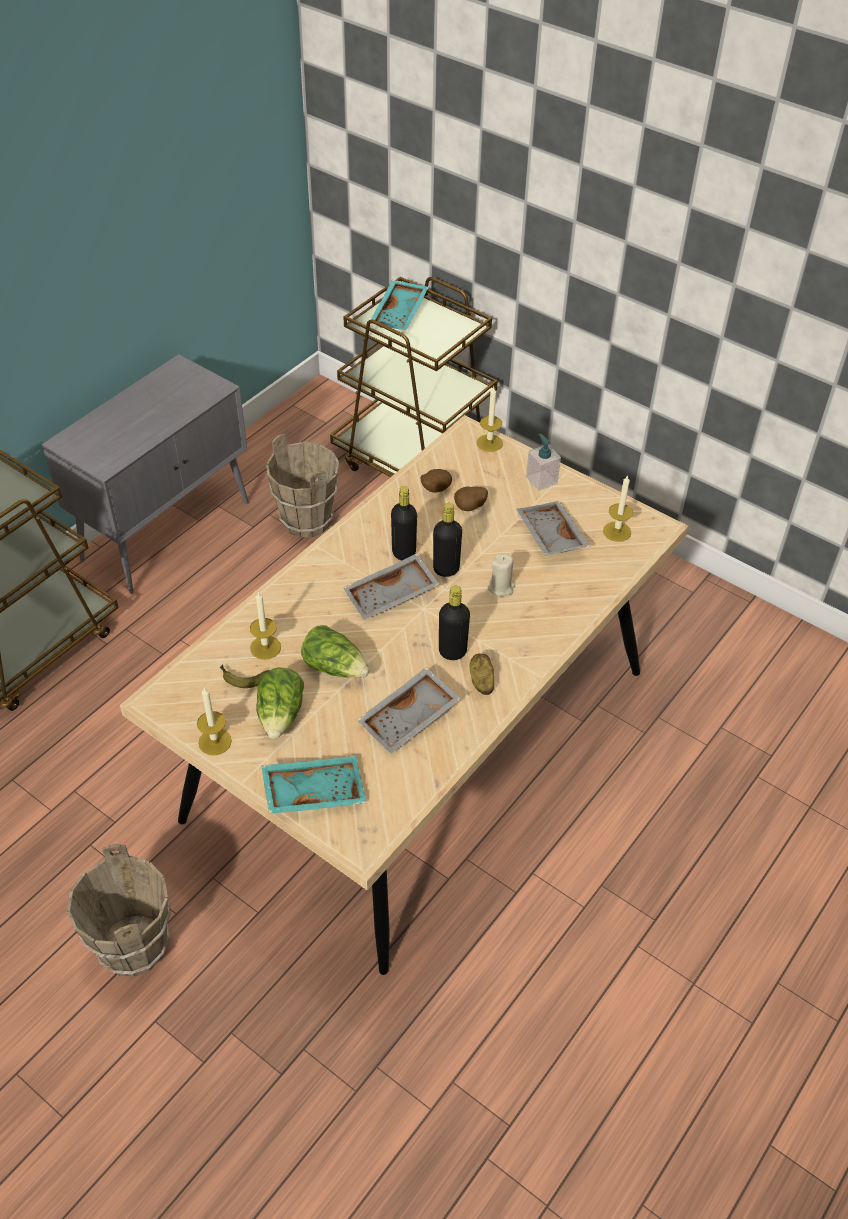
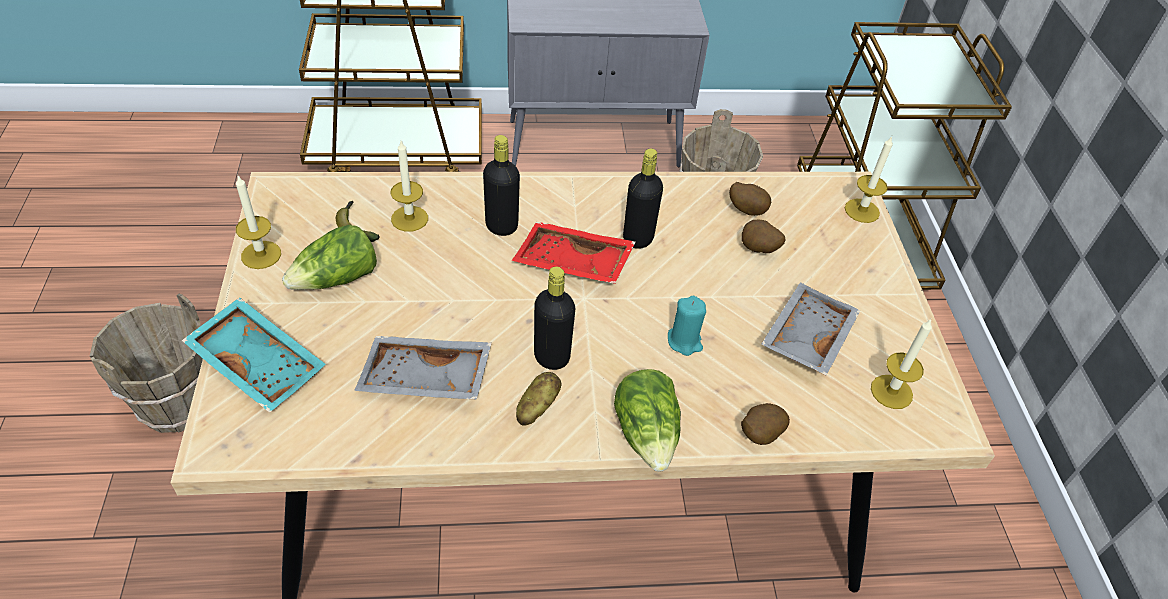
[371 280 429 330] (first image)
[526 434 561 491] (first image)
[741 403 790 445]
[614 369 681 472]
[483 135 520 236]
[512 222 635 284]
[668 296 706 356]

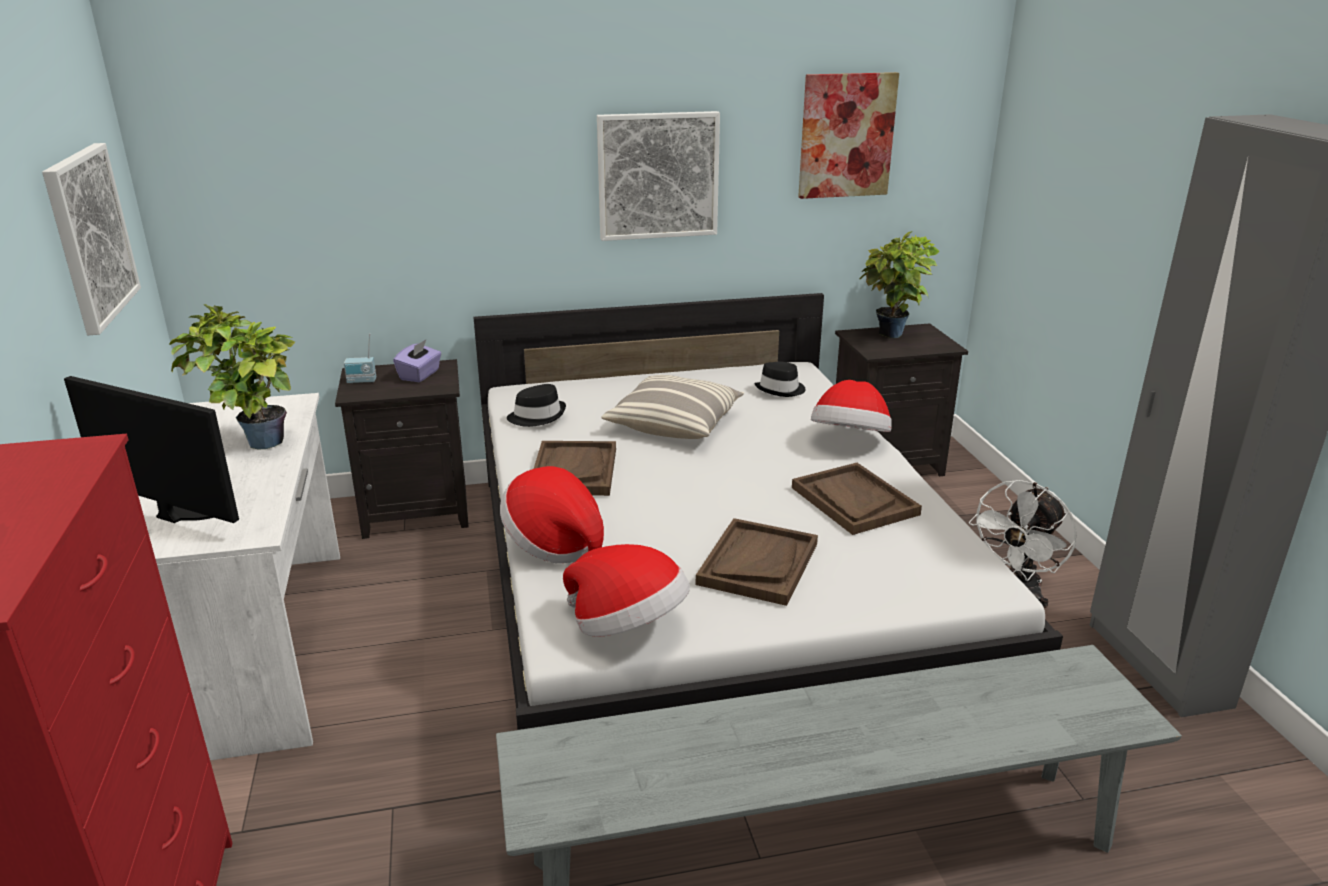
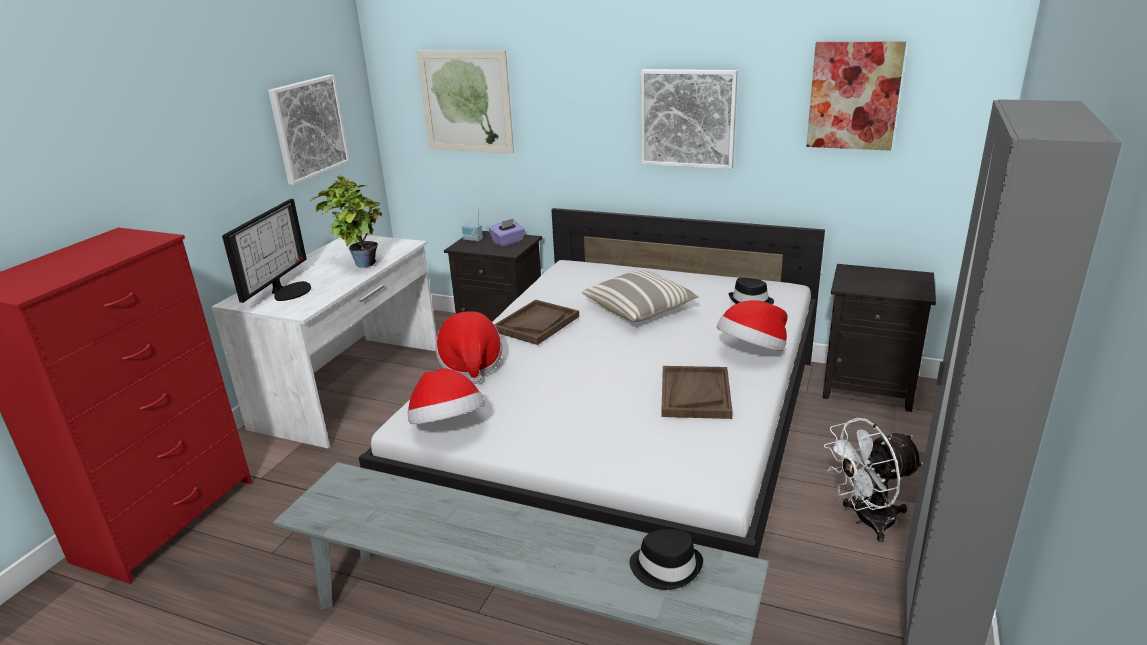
[696 518 818 606] (first image)
[859 231 939 338] (first image)
[417 51 514 154]
[630 529 703 590]
[222 199 311 303]

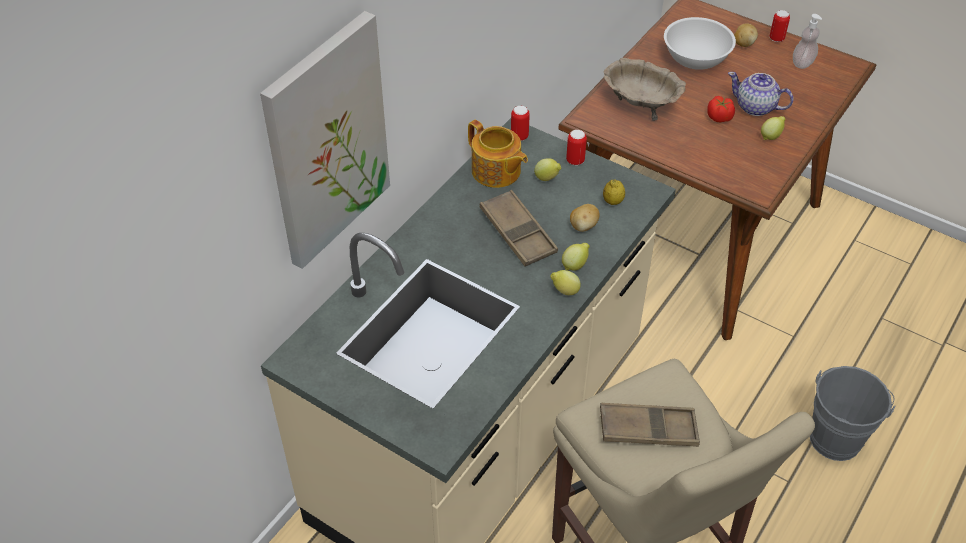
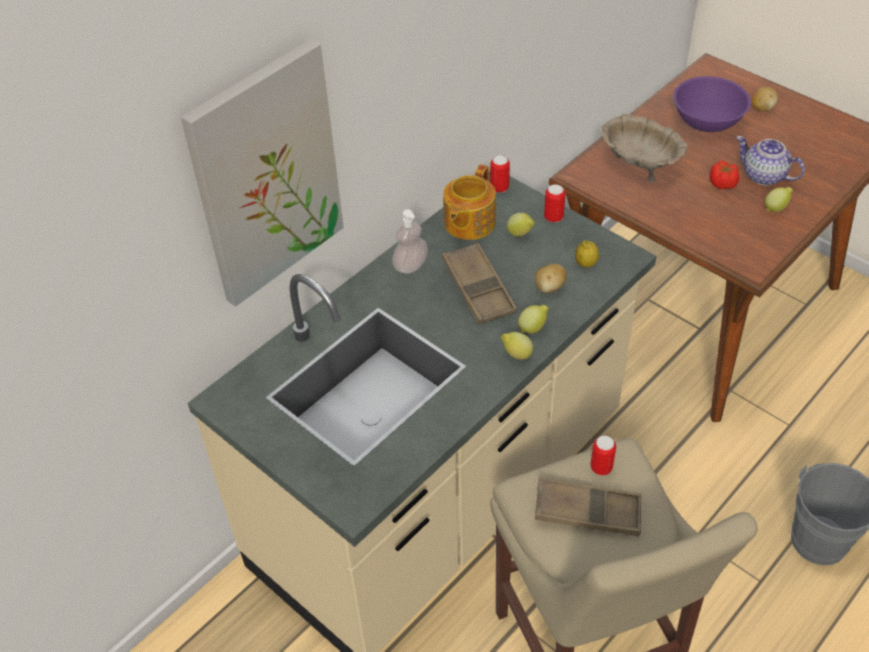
[590 435 616 476]
[392 209 428 274]
[673 76 751 132]
[443 164 496 240]

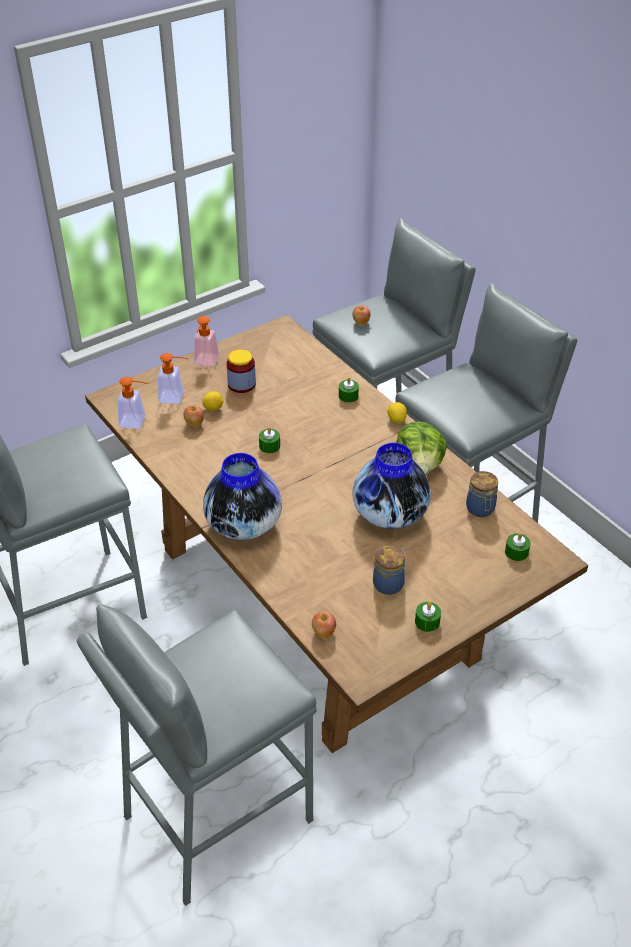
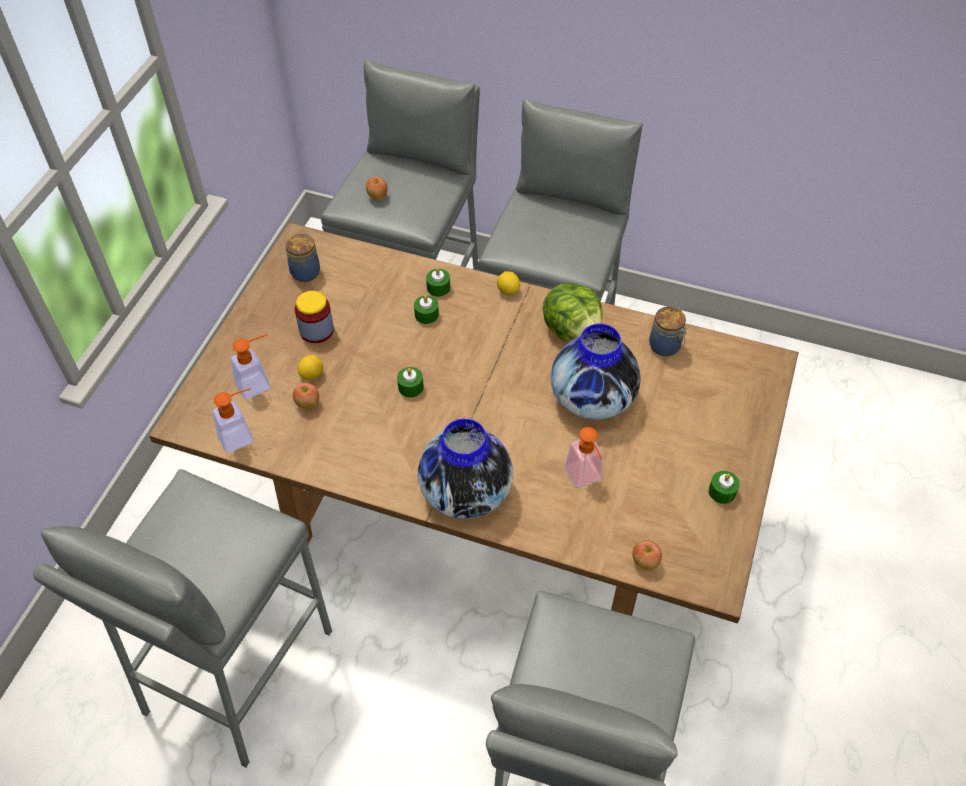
[565 427 602 487]
[285 233 320 282]
[414 295 439 324]

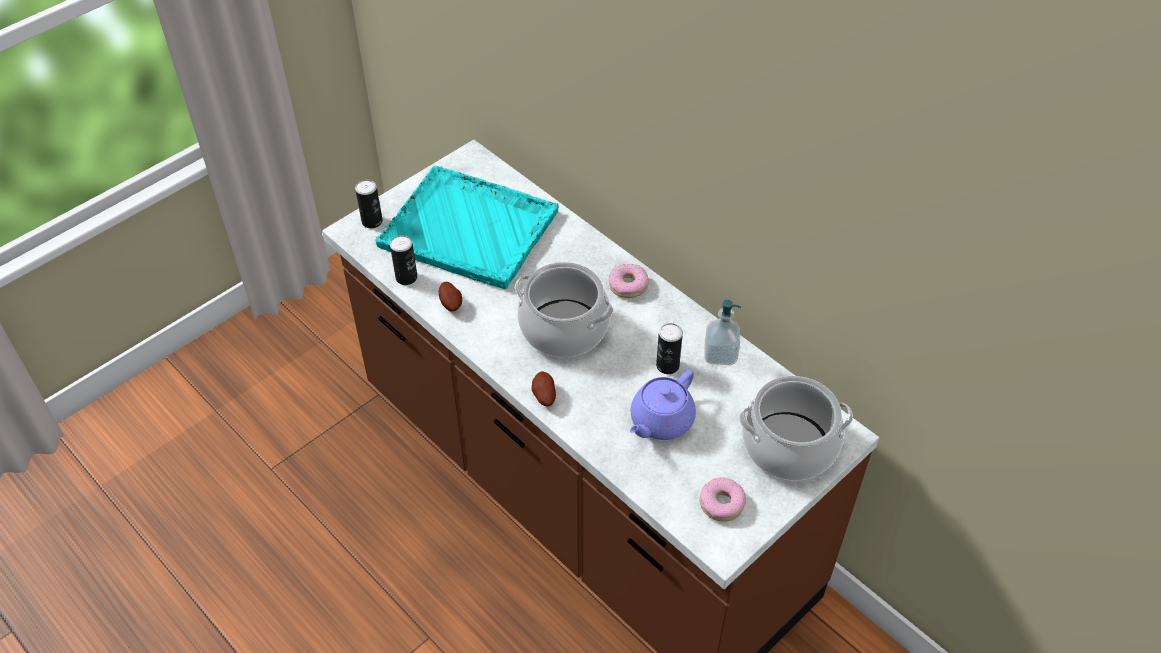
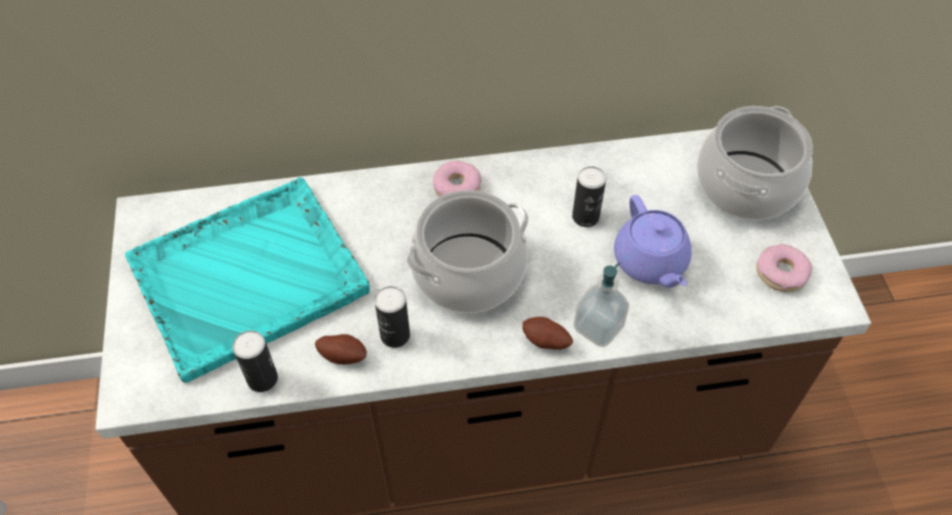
[374 286 410 348]
[573 262 629 347]

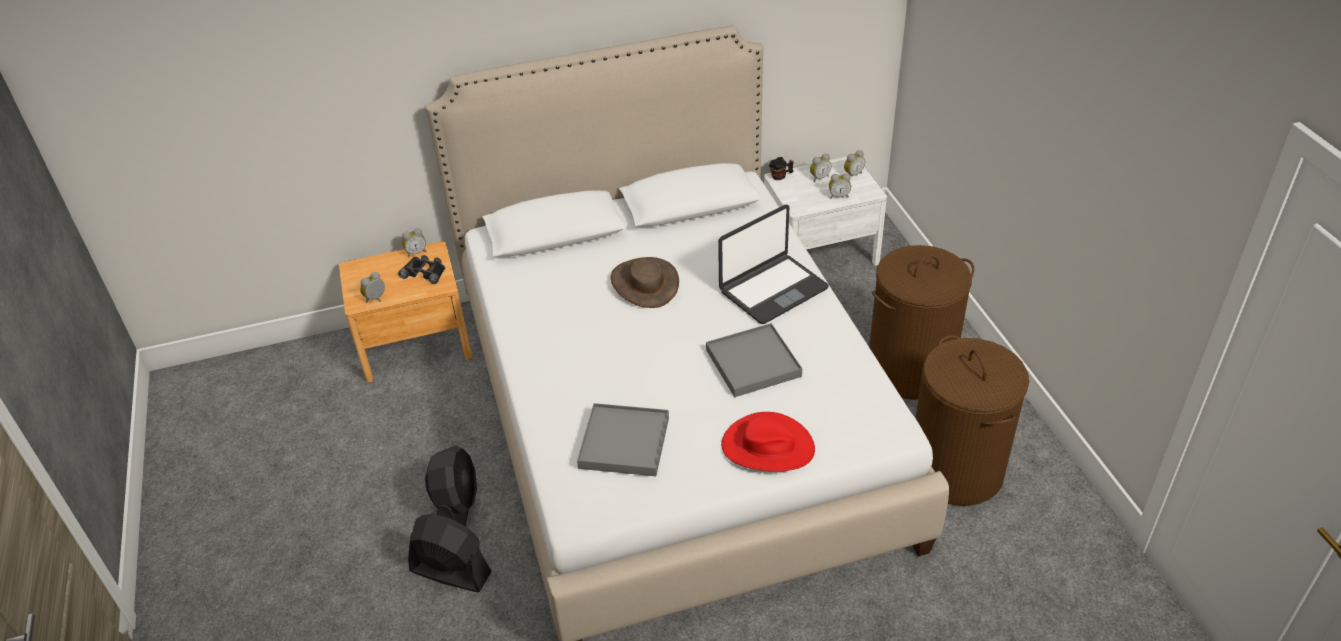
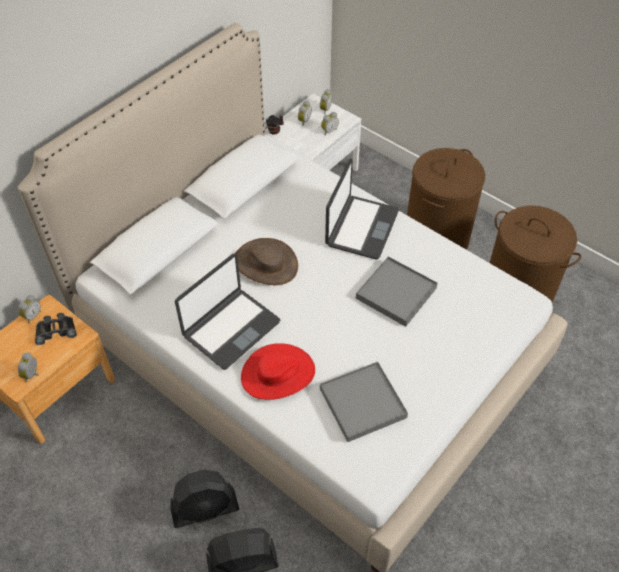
[175 253 280 370]
[241 343 315 400]
[170 470 239 528]

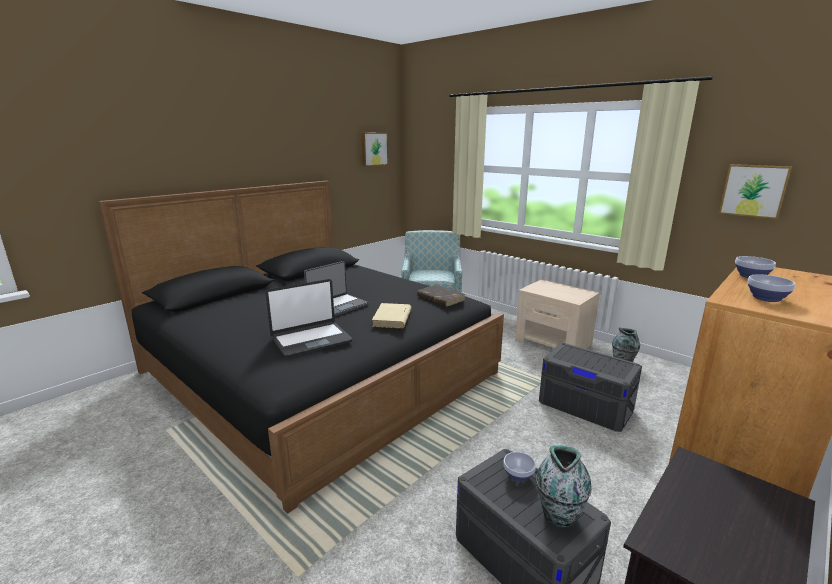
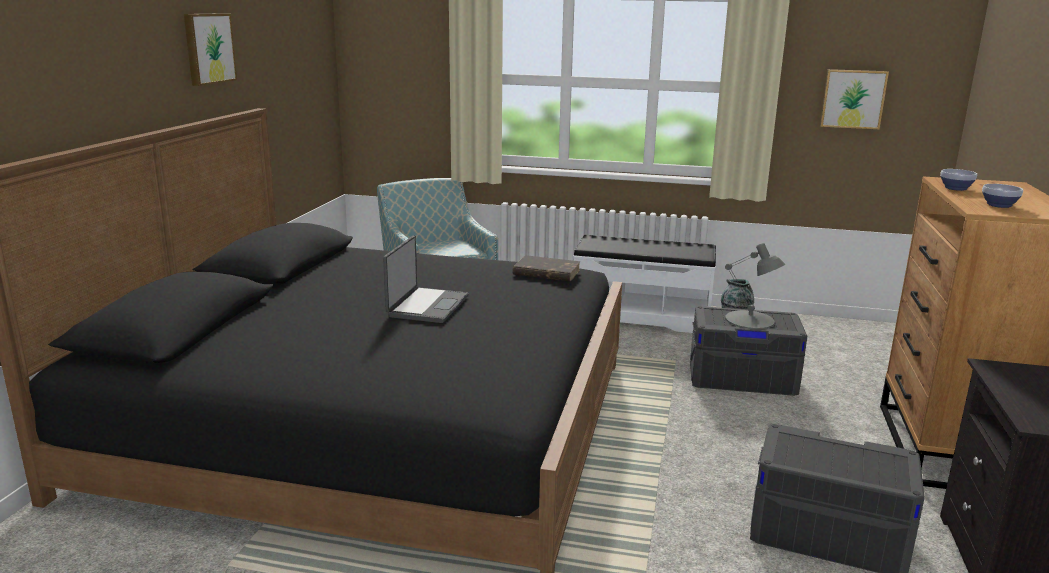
[266 279 352 357] (first image)
[372 303 411 328] (first image)
[503 452 536 482] (first image)
[536 445 592 528] (first image)
[725 243 786 329]
[184 13 237 86]
[573 235 716 333]

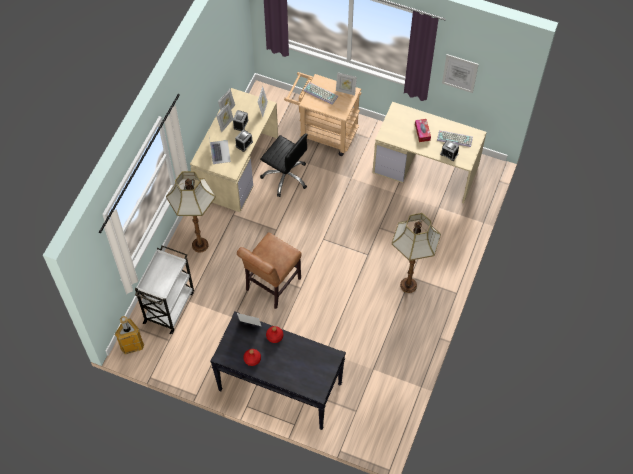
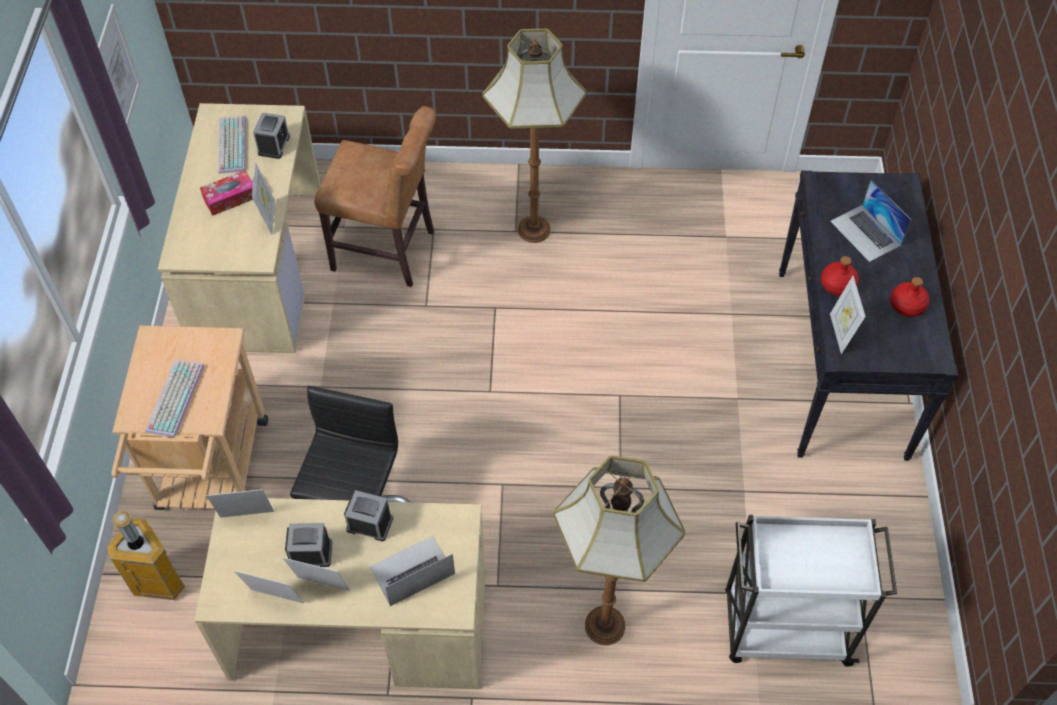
[830 179 911 262]
[107 510 185 600]
[314 106 436 287]
[252 162 275 235]

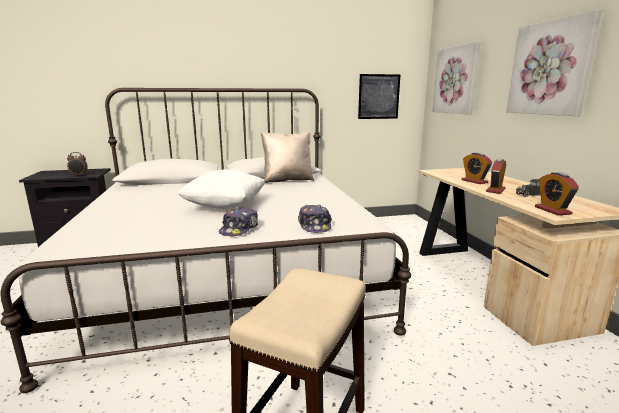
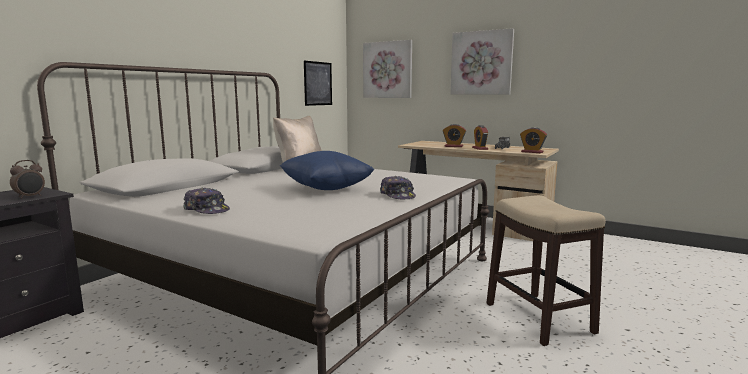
[184 188 230 214]
[280 151 374 190]

